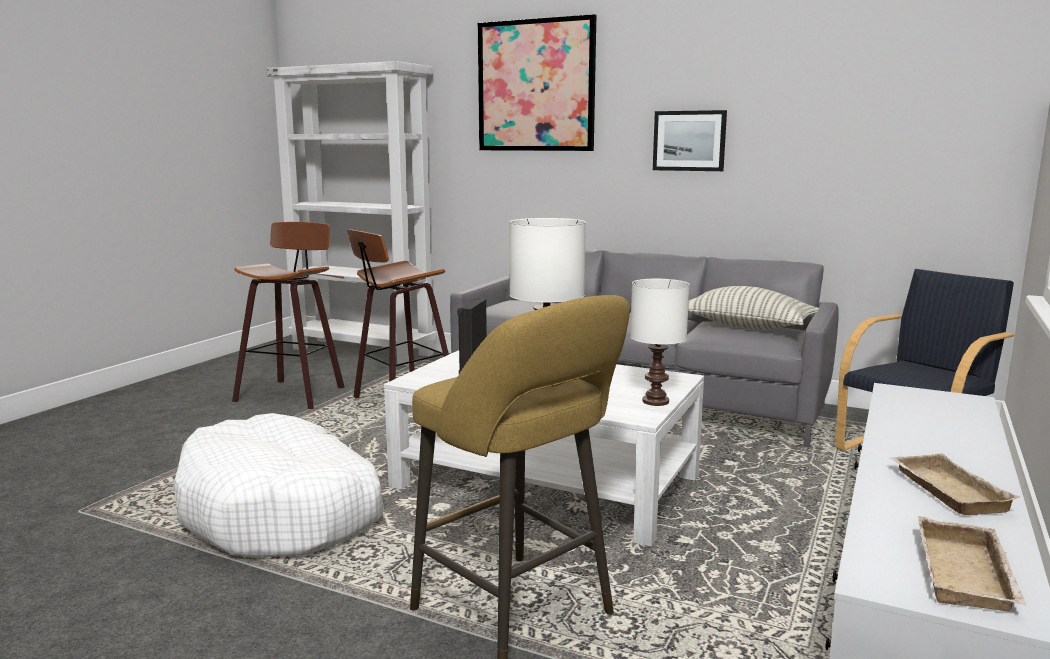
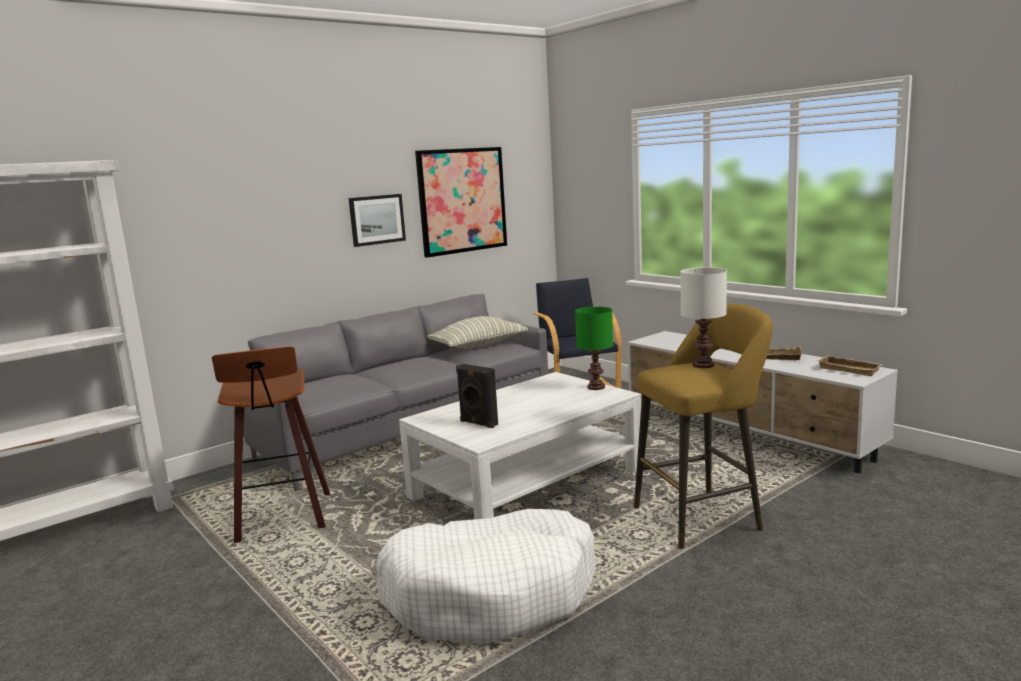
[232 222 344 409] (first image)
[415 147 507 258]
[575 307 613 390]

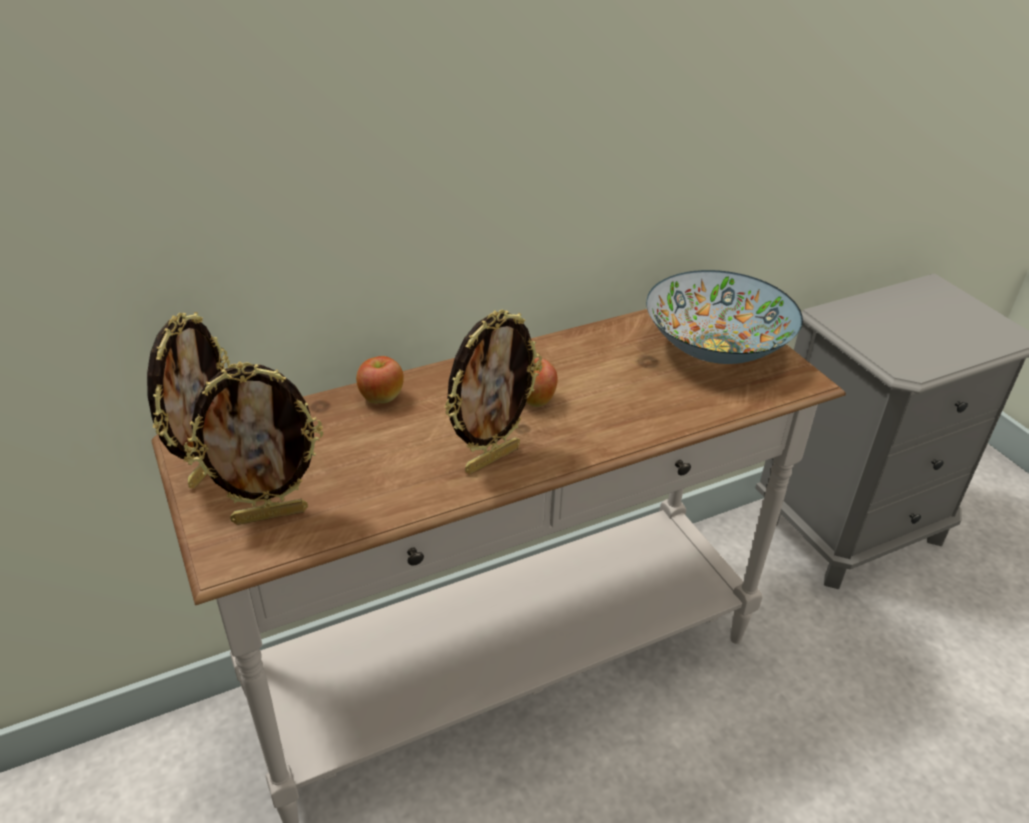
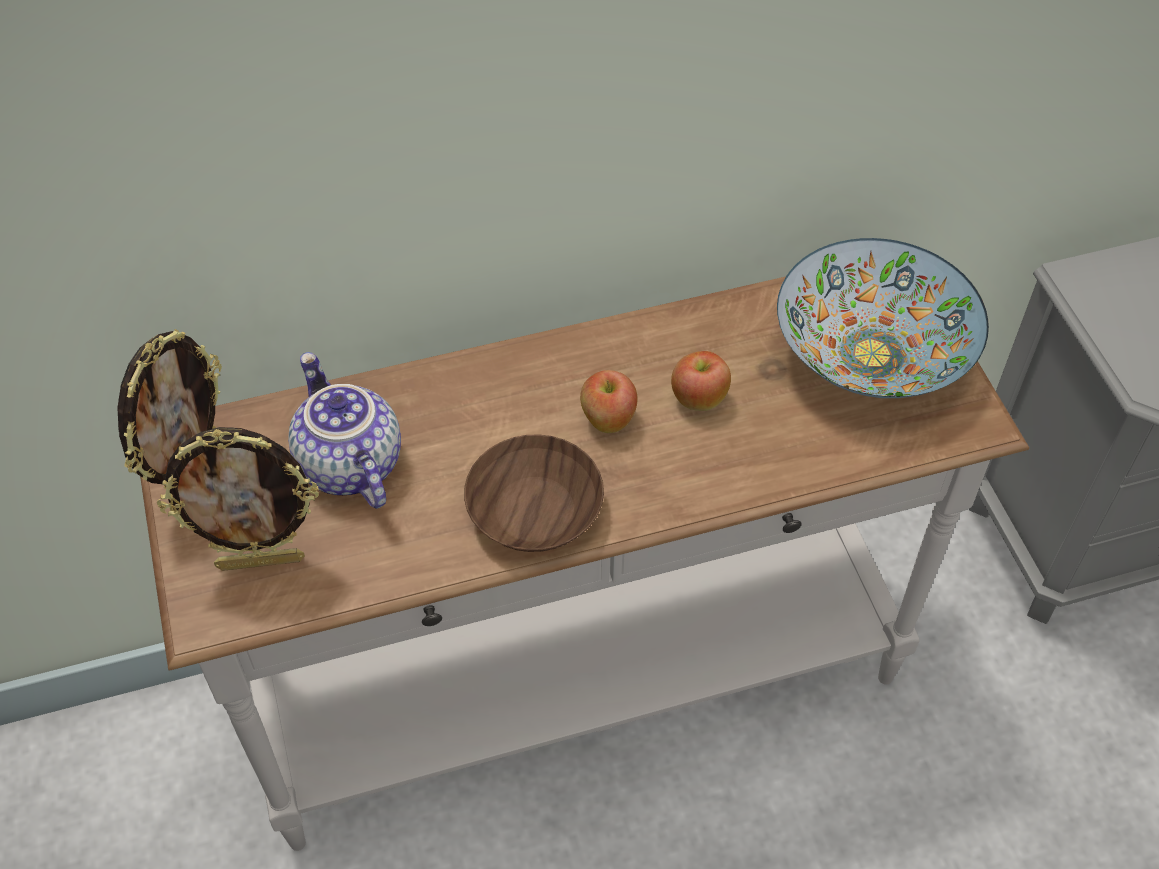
[288 352 401 509]
[671 351 731 411]
[464 434 604 552]

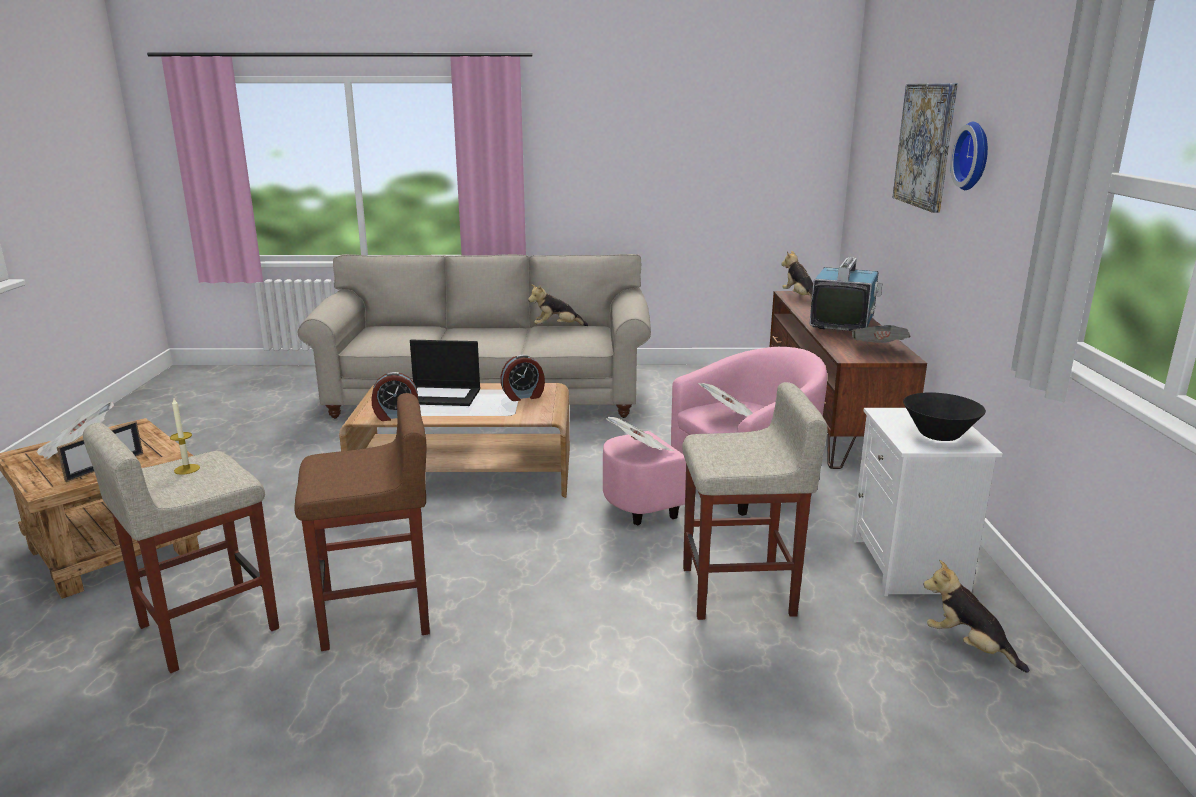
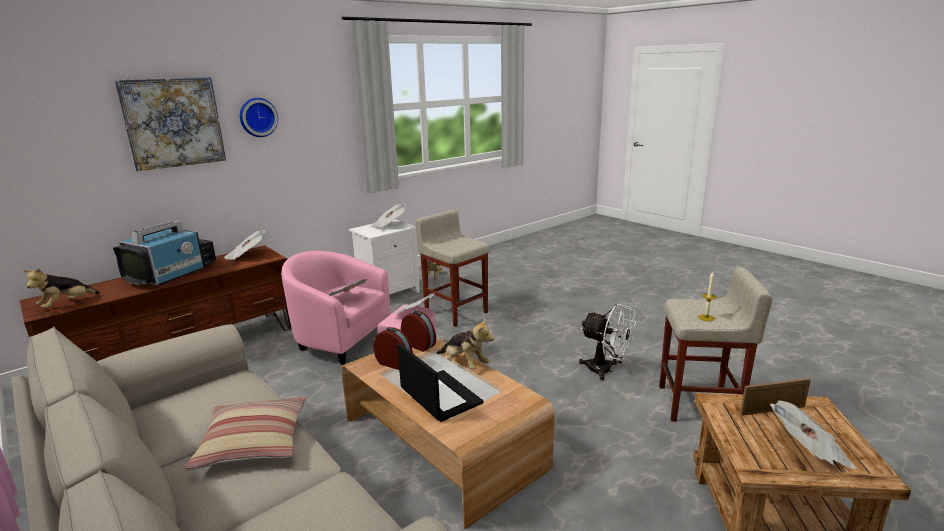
[185 397 306 471]
[401 311 436 352]
[436 318 494 369]
[579 303 636 380]
[371 203 406 229]
[113 221 216 286]

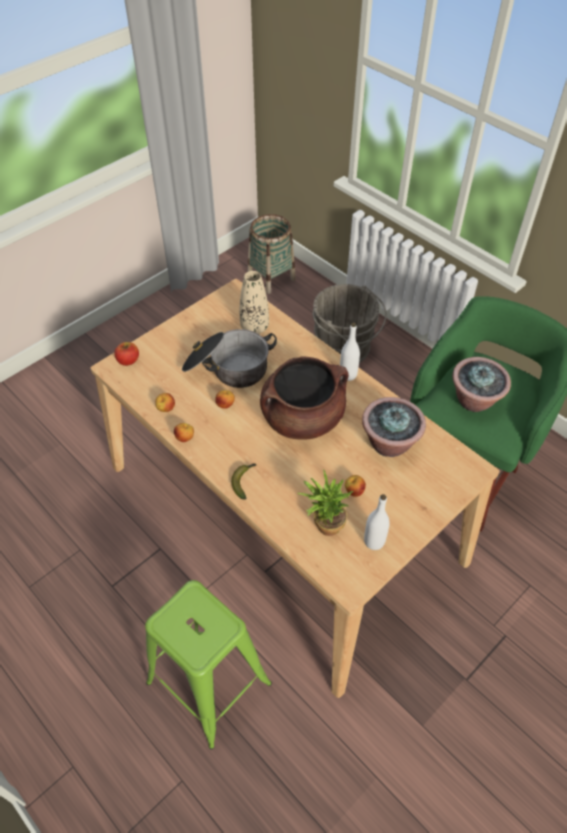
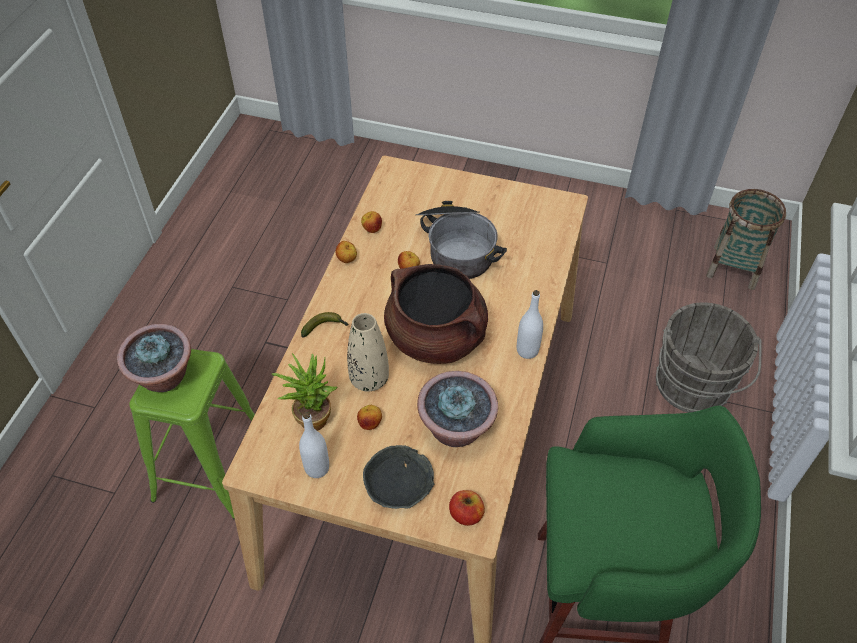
[363 445 435 509]
[449 490 485 526]
[347 313 389 391]
[117 324 191 392]

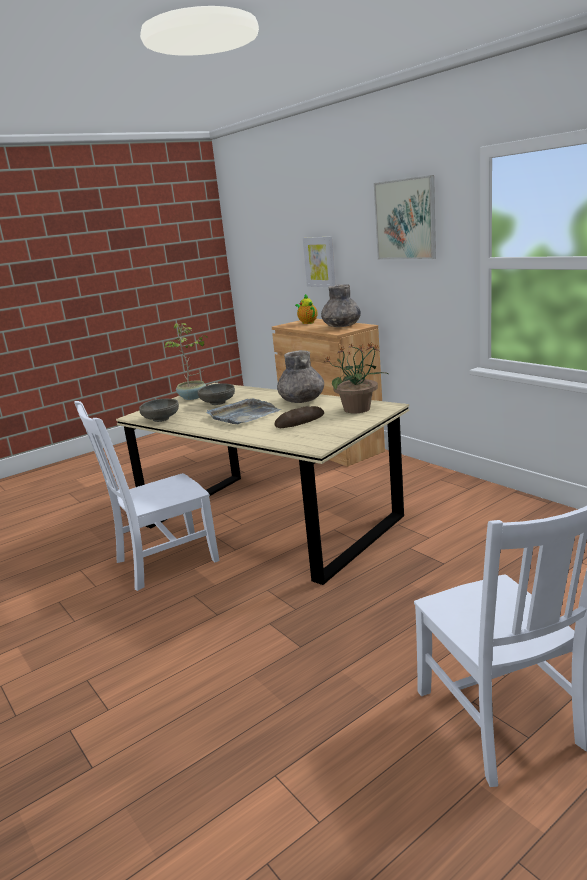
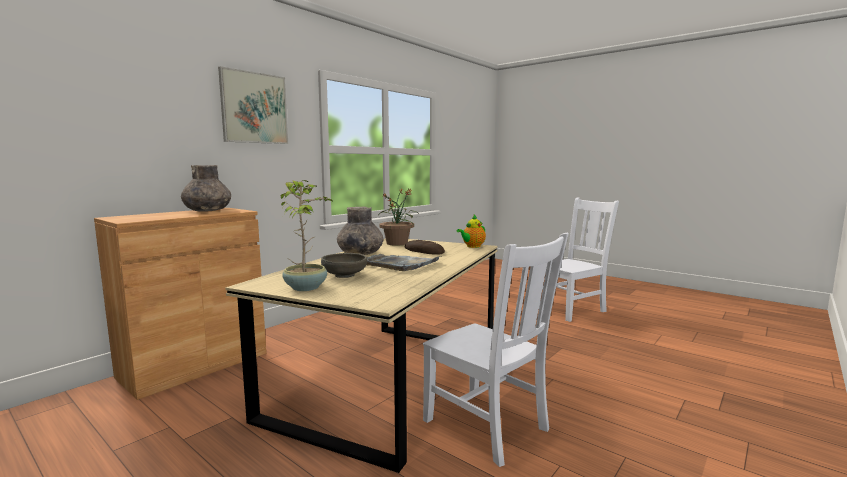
[139 399 179 422] (first image)
[303 236 336 287] (first image)
[457 215 486 248]

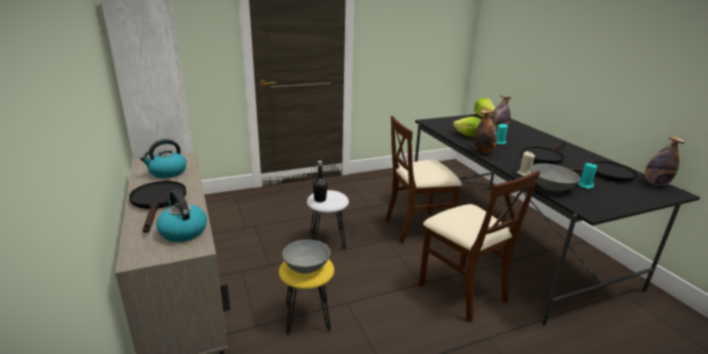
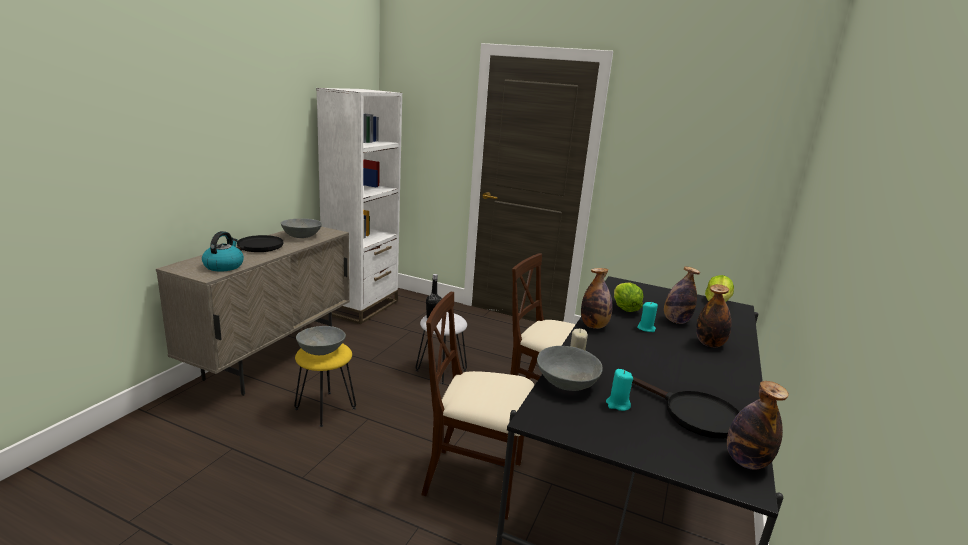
[522 142 565 164] (first image)
[696 284 732 347]
[281 219 322 238]
[421 292 534 520]

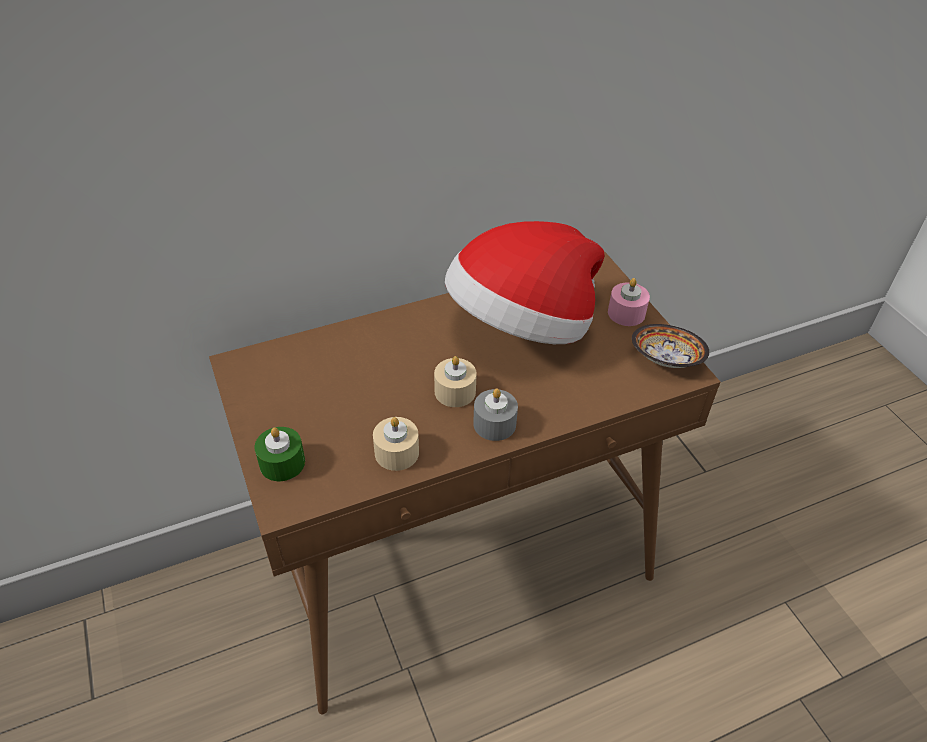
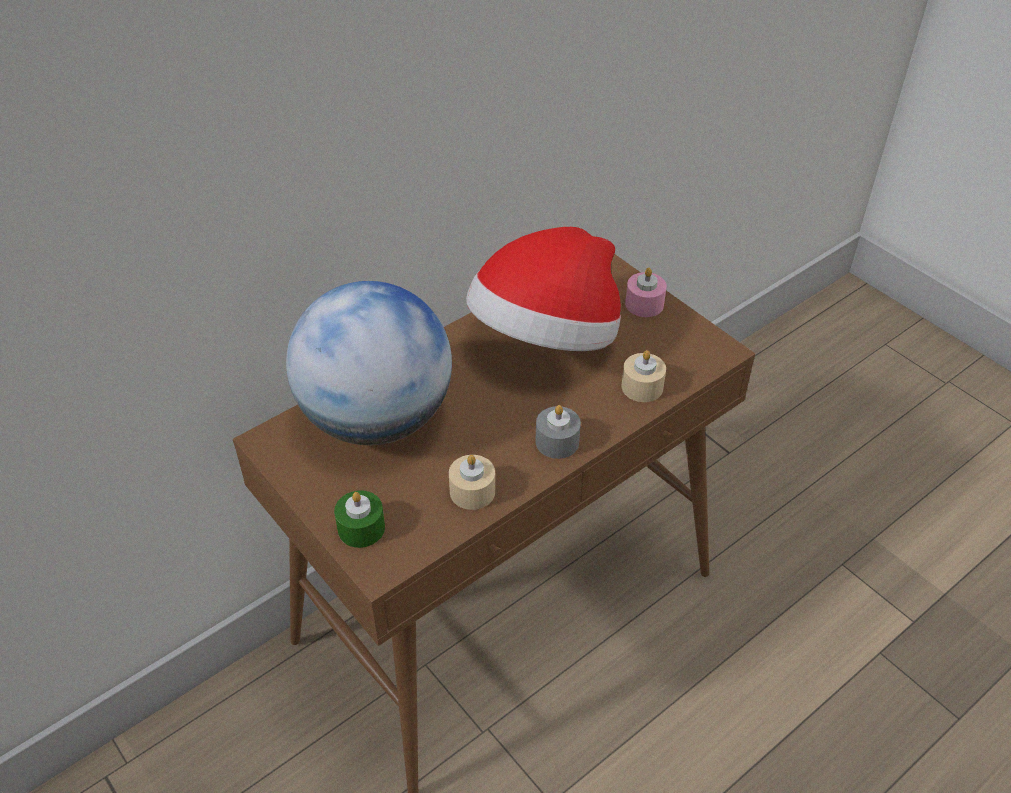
[632 324 709 368] (first image)
[286 281 452 445]
[622 350 666 402]

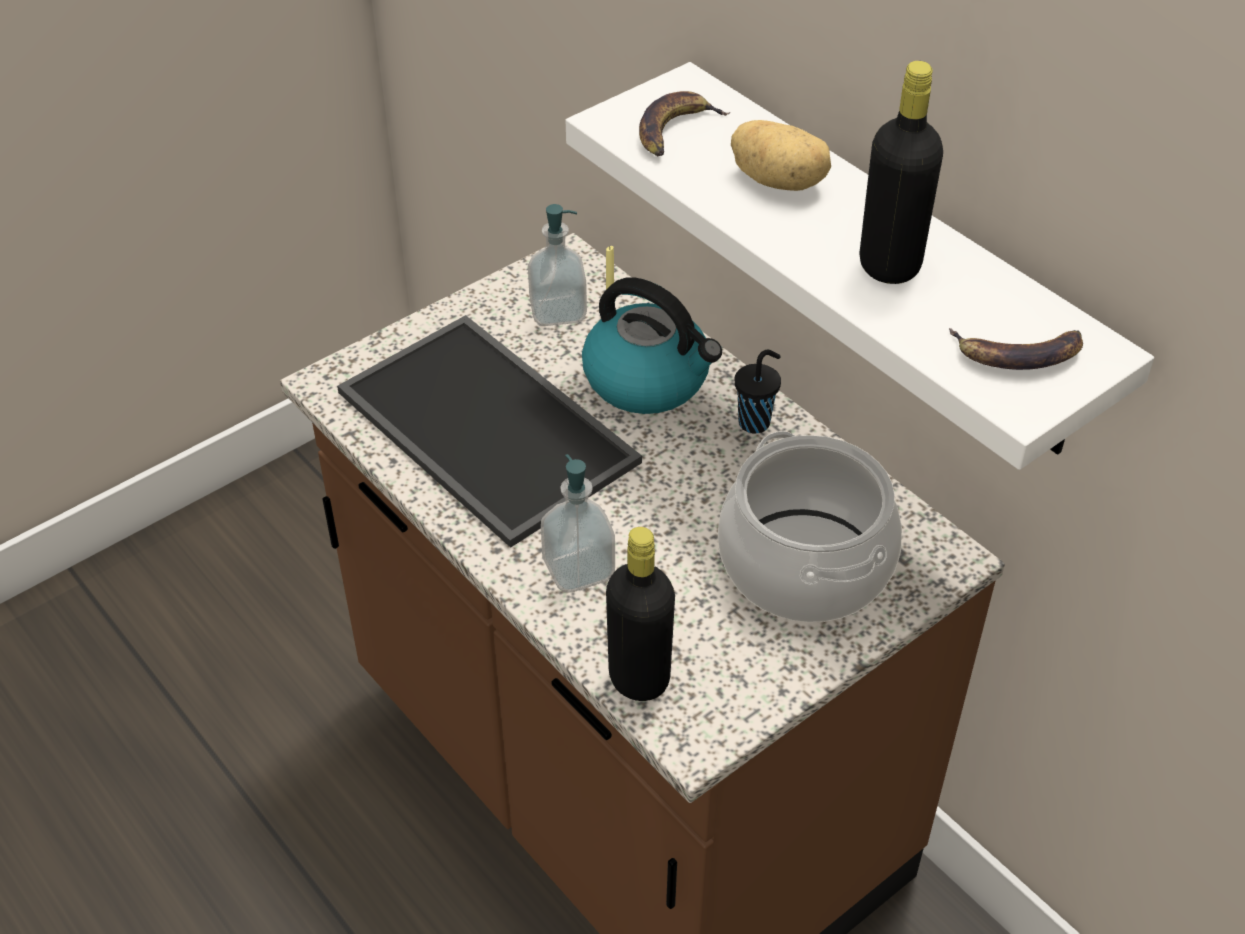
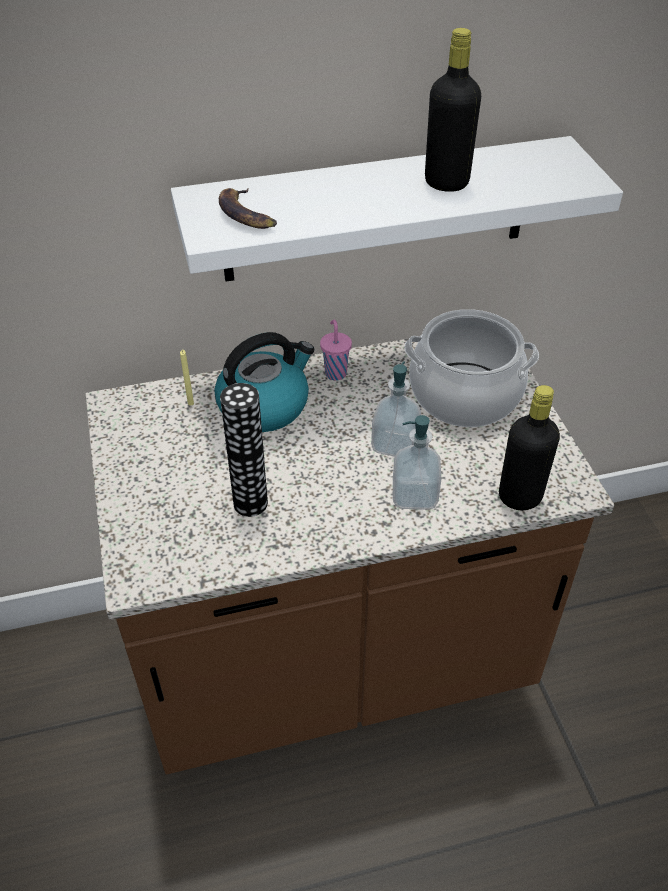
[731 120 831 191] (first image)
[949 328 1083 370] (first image)
[371 361 421 457]
[220 383 268 517]
[320 320 352 381]

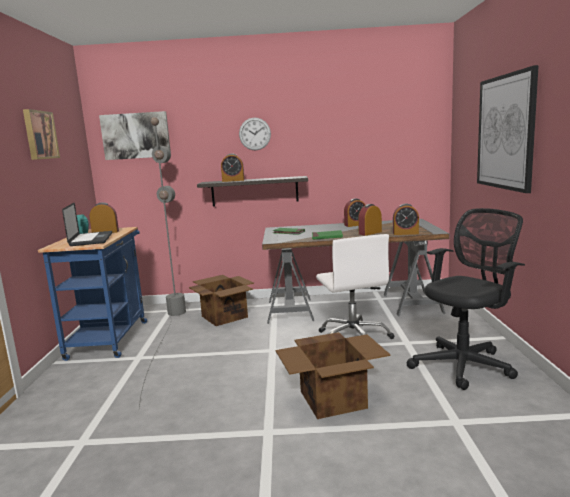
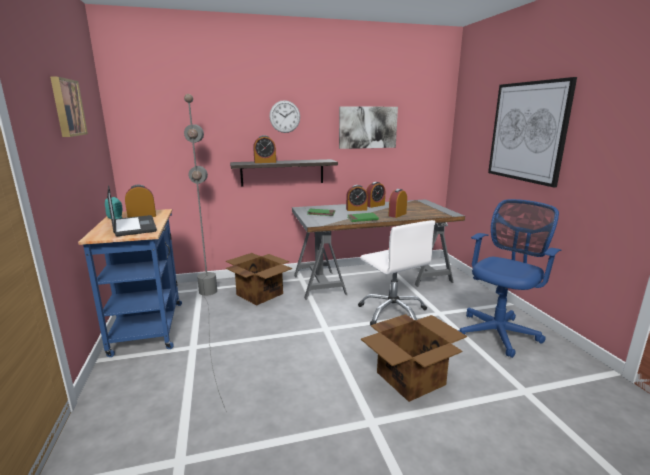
[339 106 398 149]
[346 185 368 211]
[458 199 561 358]

